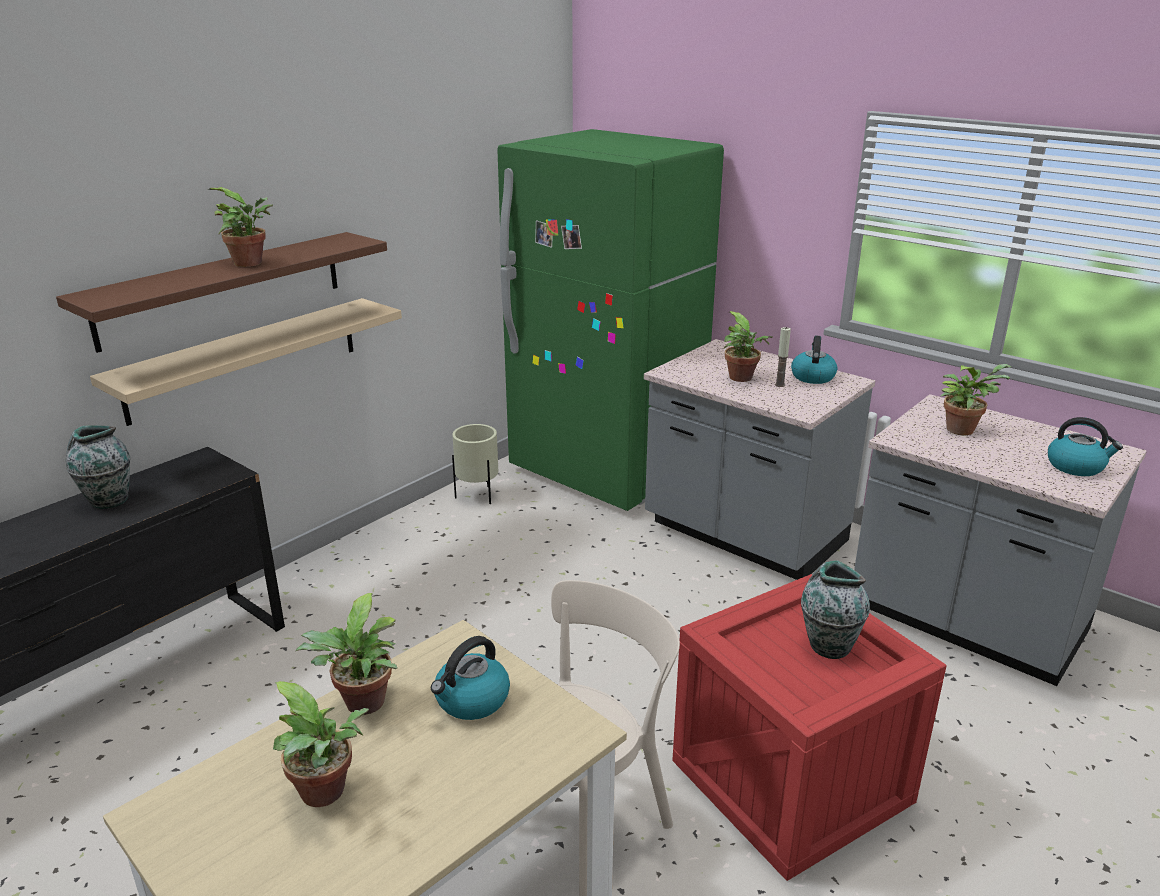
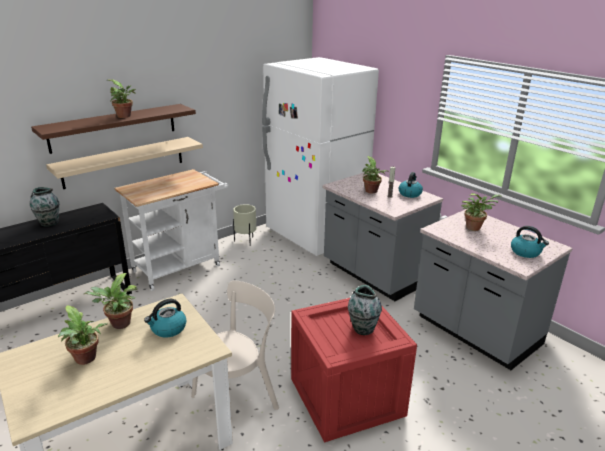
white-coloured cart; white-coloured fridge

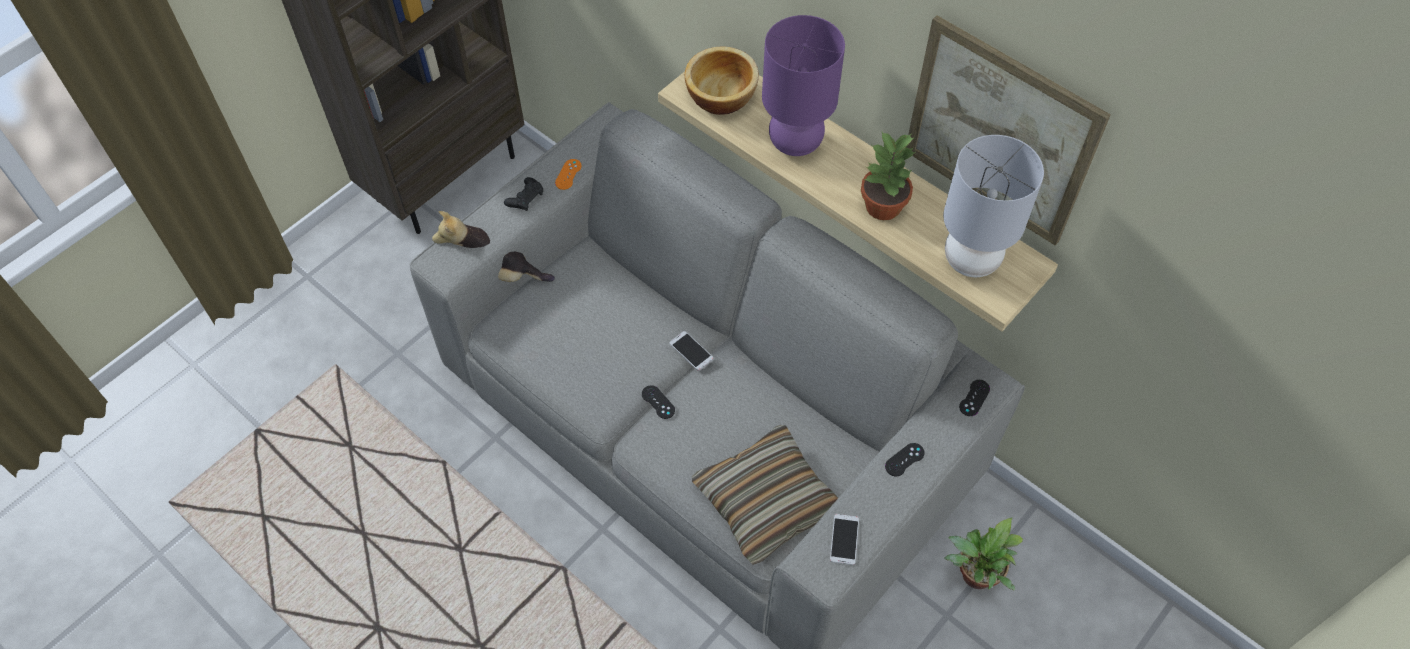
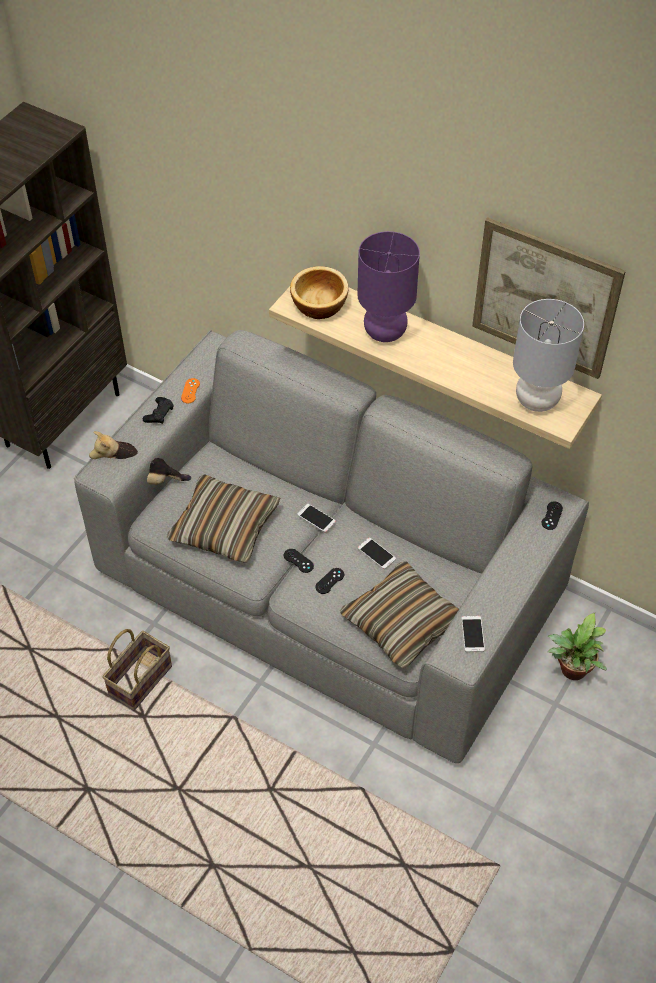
basket; pillow (no. 1 from left); blackish joypad (no. 3 from left); phone (no. 2 from left); plant in a pot (no. 1 from left in the first image)

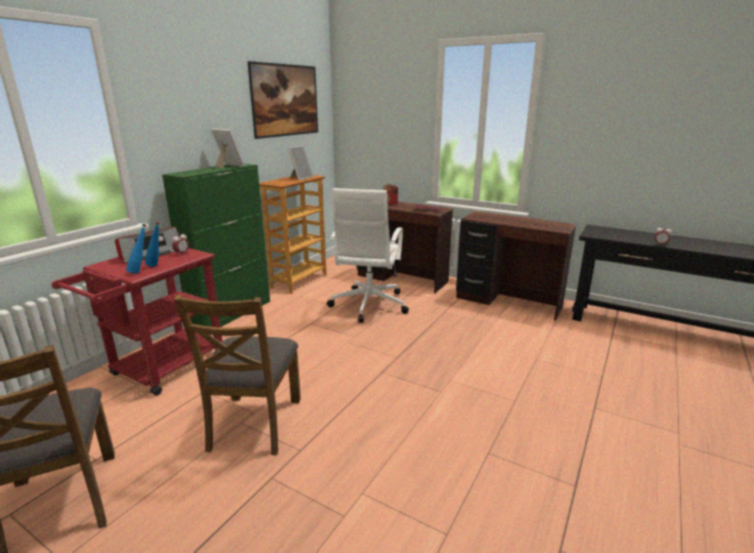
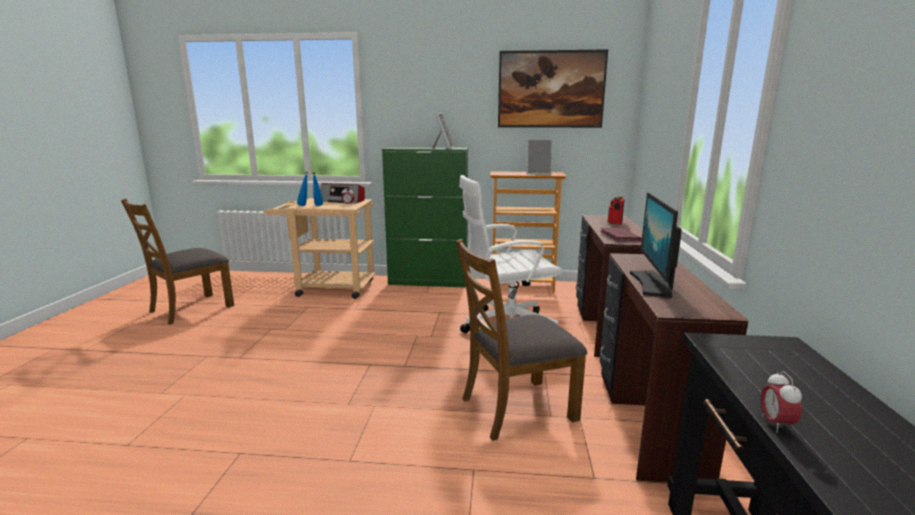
sand-coloured cart; brown plain chair (no. 2 from left); computer display

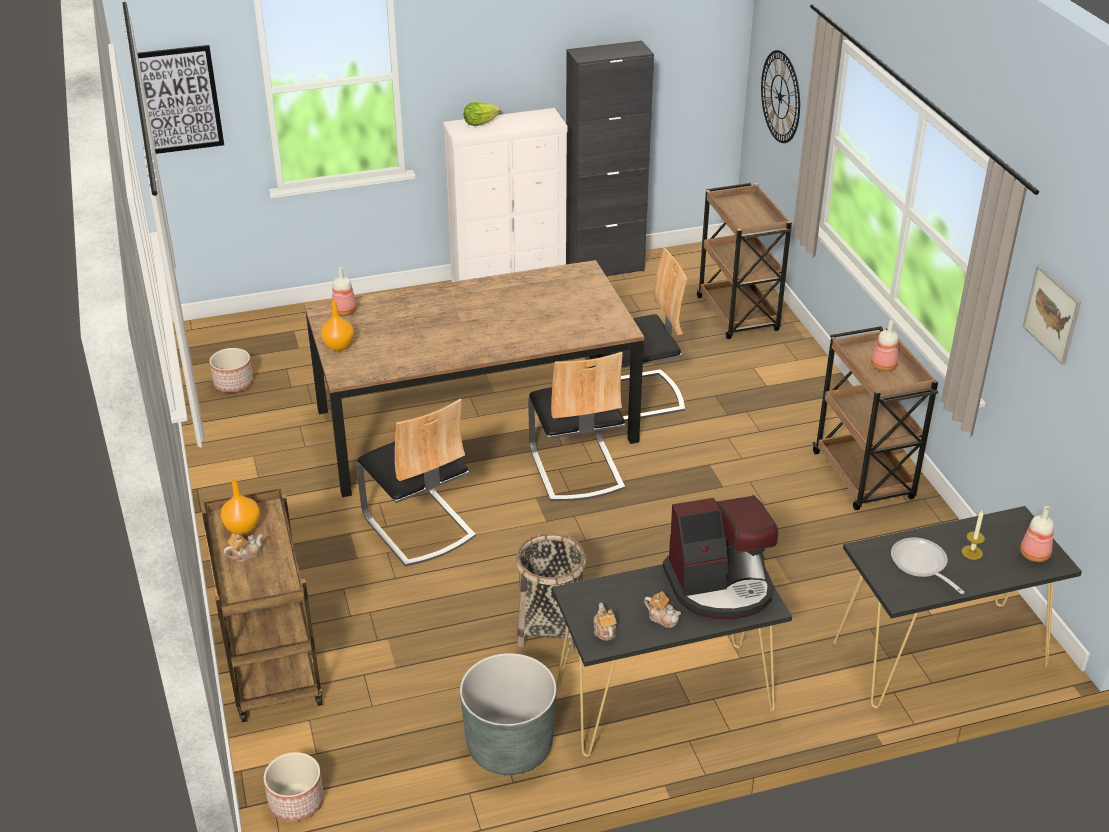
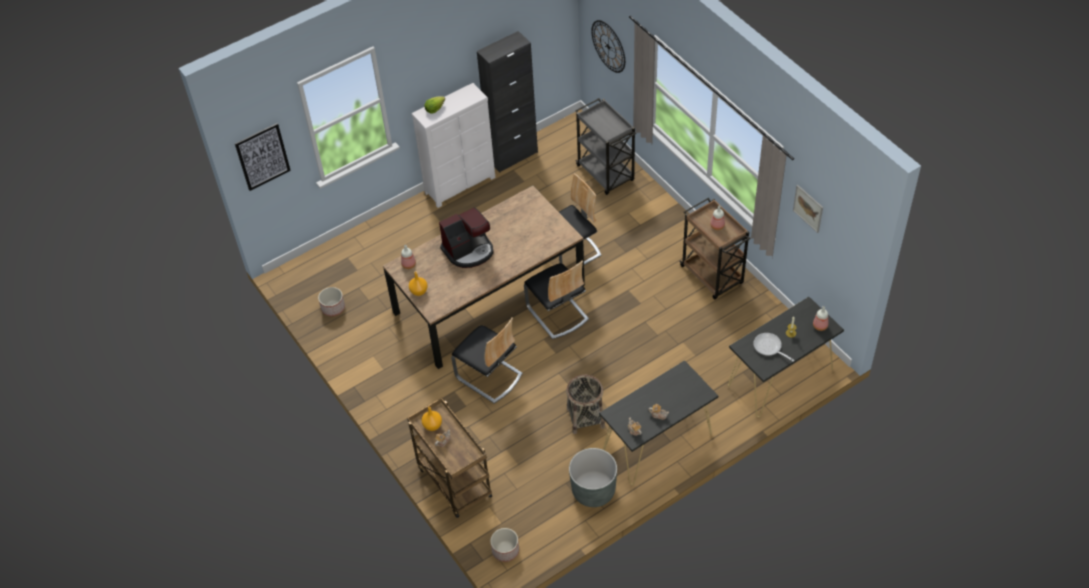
coffee maker; greyish cart

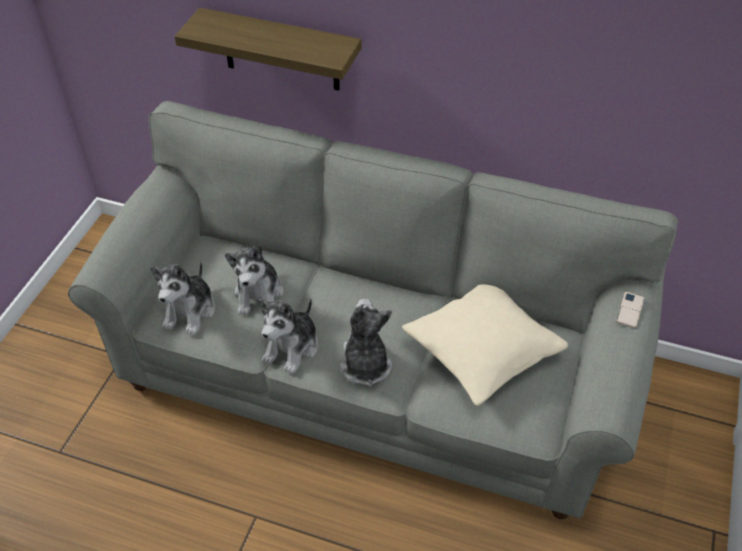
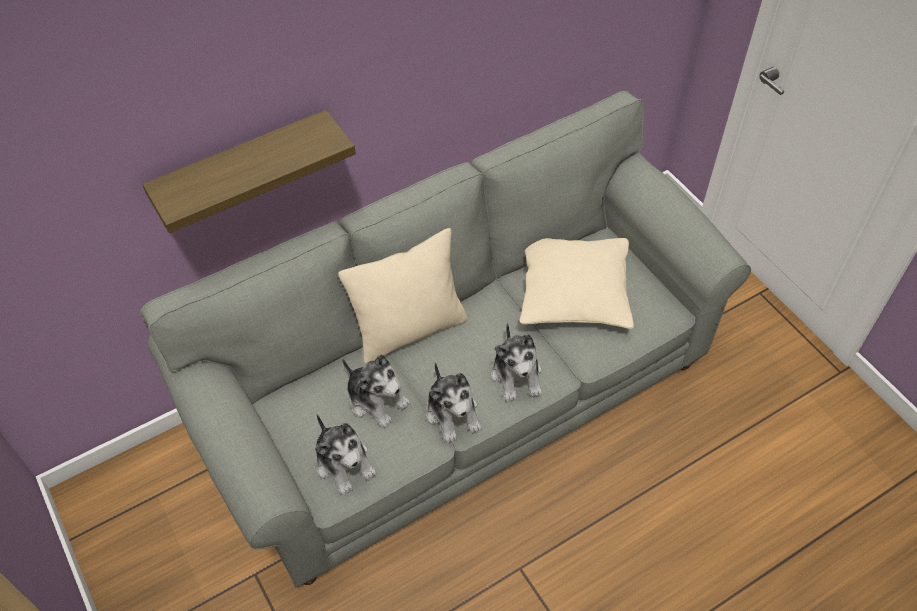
sand-coloured pillow (no. 1 from left); plush toy (no. 4 from left); phone

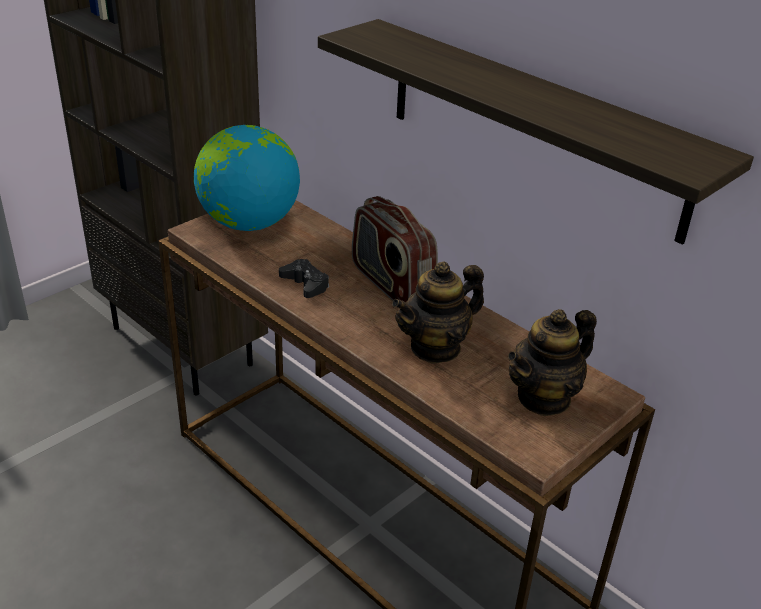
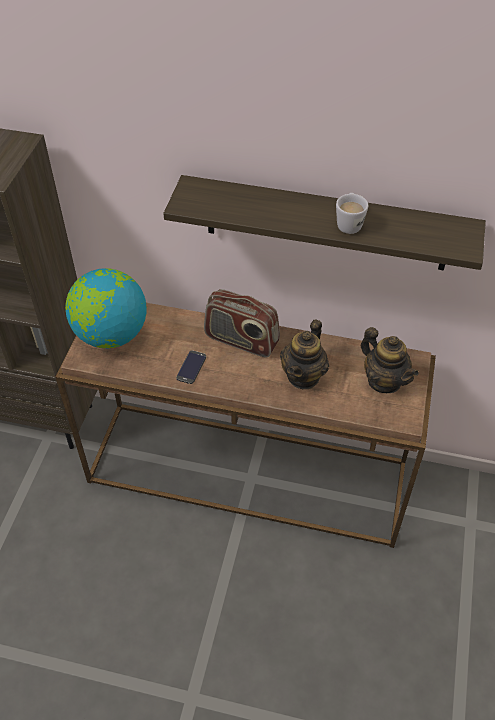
phone; white-coloured mug; teapot (no. 2 from left)

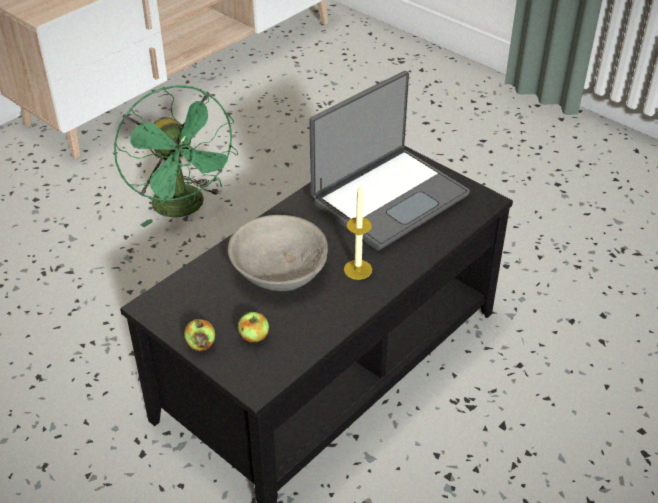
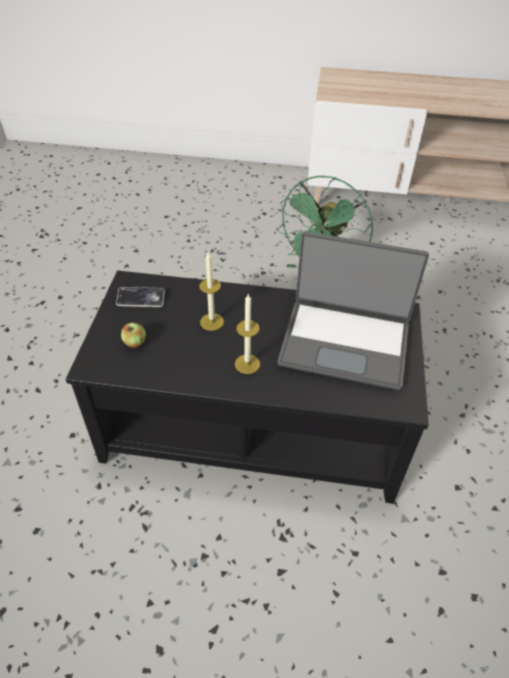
phone; wax candle (no. 1 from left); apple (no. 1 from left in the first image)

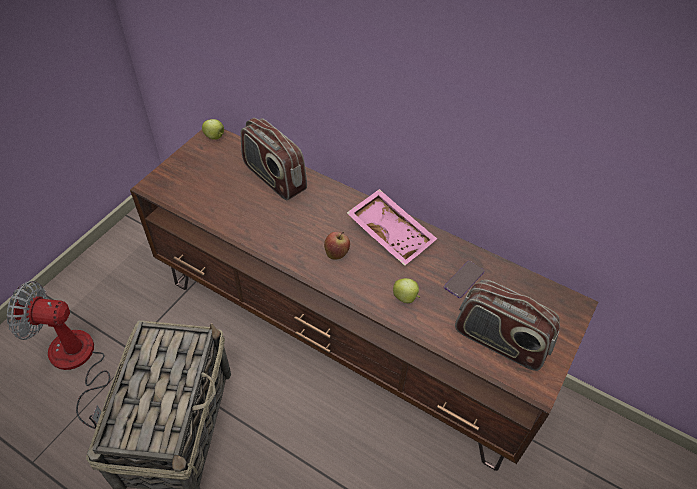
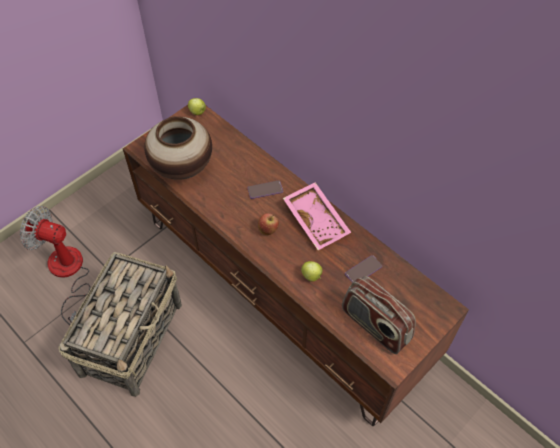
vase; phone (no. 1 from left); radio set (no. 1 from left in the first image)

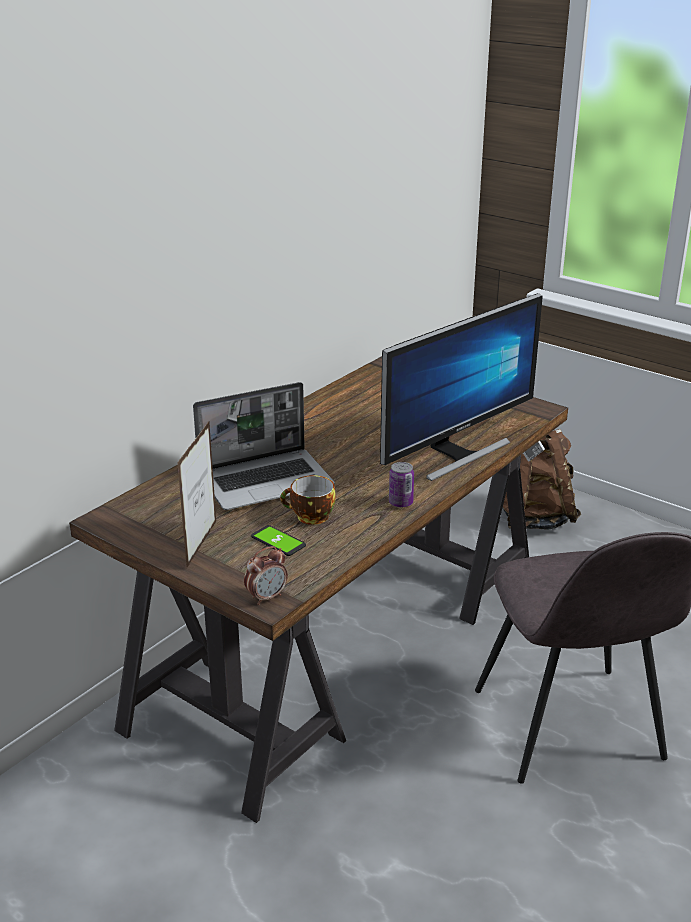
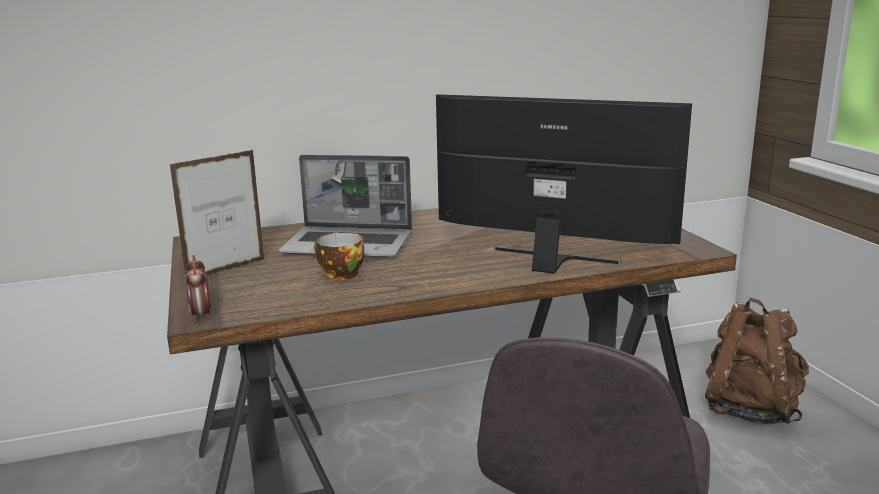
bedside clock; computer display; phone; metal can

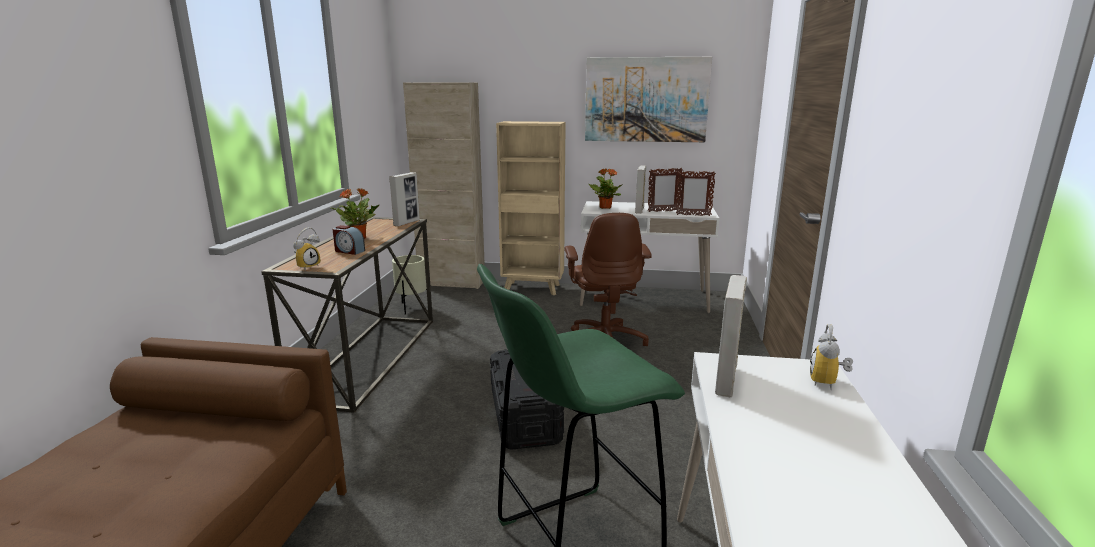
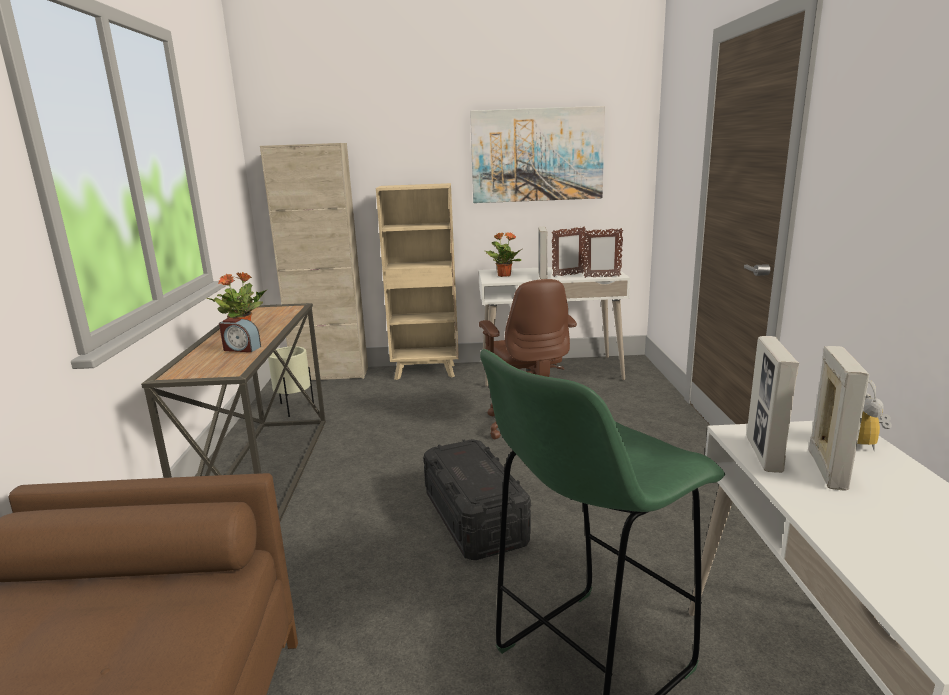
picture frame (no. 5 from left); bedside clock (no. 1 from left in the first image)

